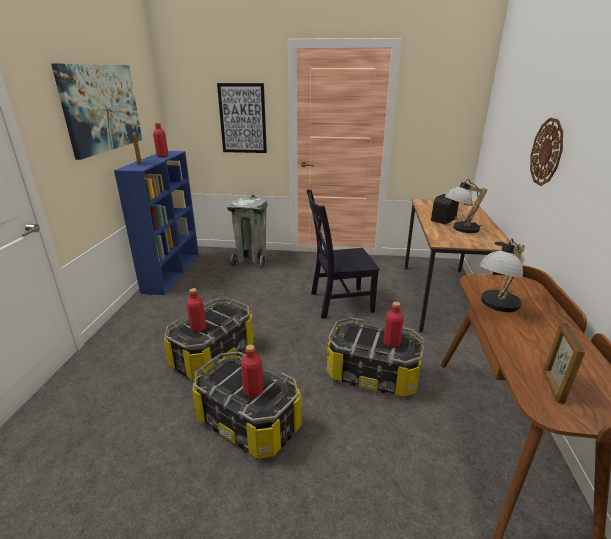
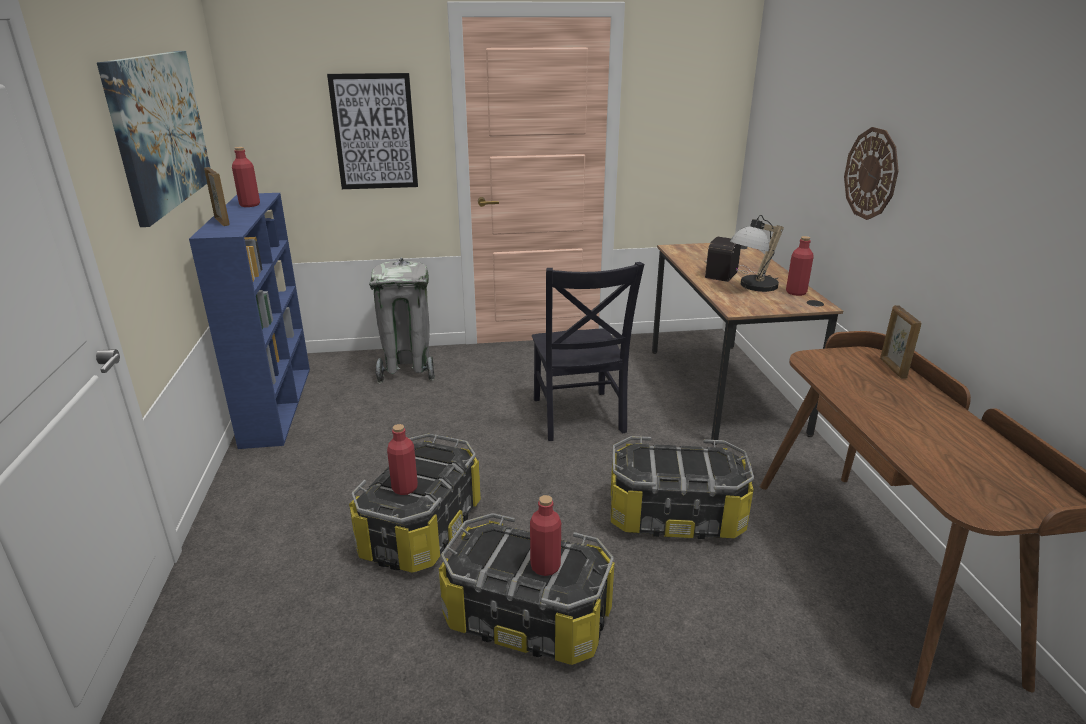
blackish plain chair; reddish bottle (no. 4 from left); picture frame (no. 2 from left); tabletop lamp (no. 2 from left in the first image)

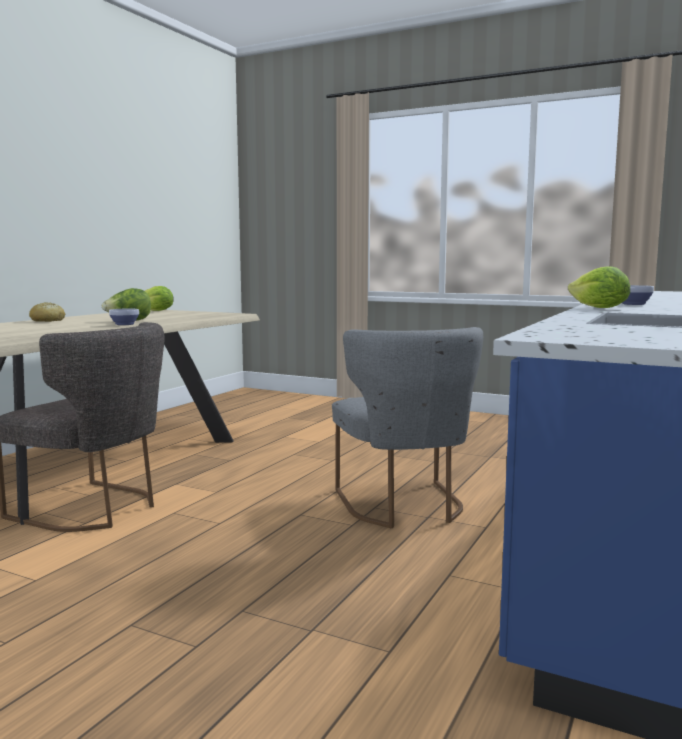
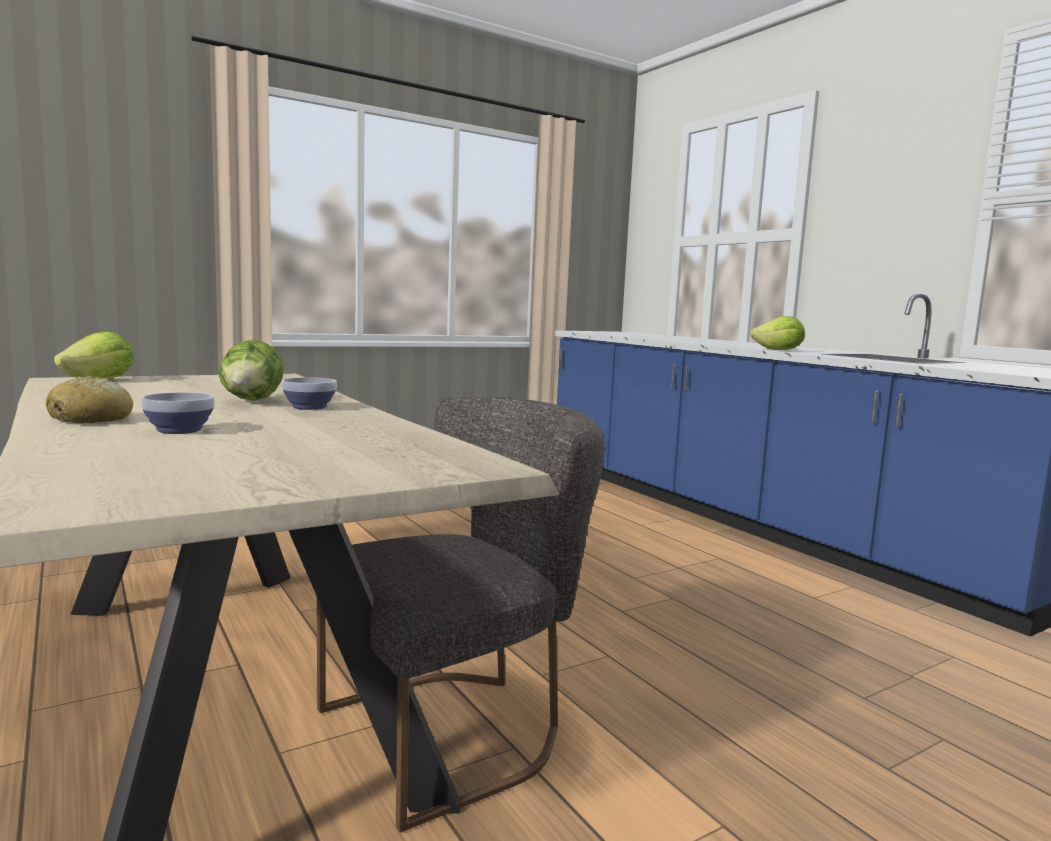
serving bowl (no. 1 from left); greyish plain chair (no. 2 from left in the first image)

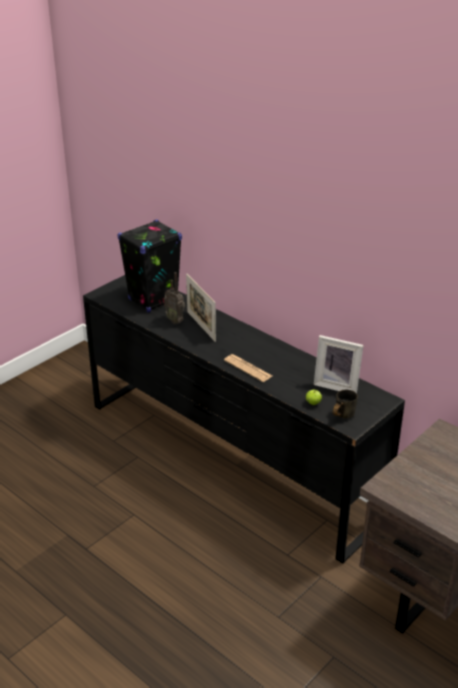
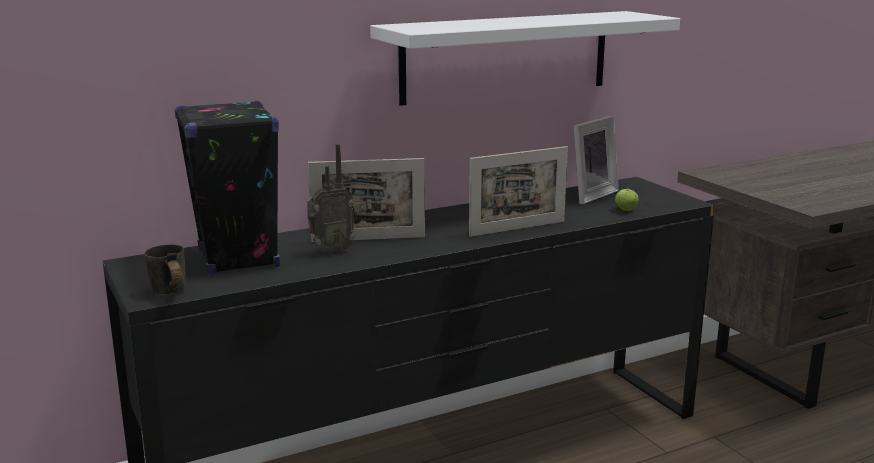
greyish mug; white-coloured wall shelf; picture frame (no. 2 from left)

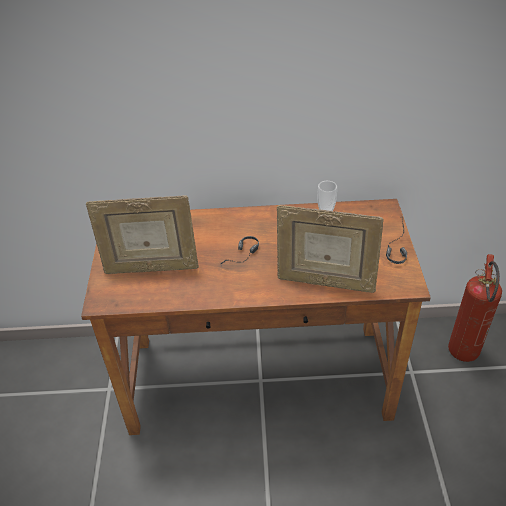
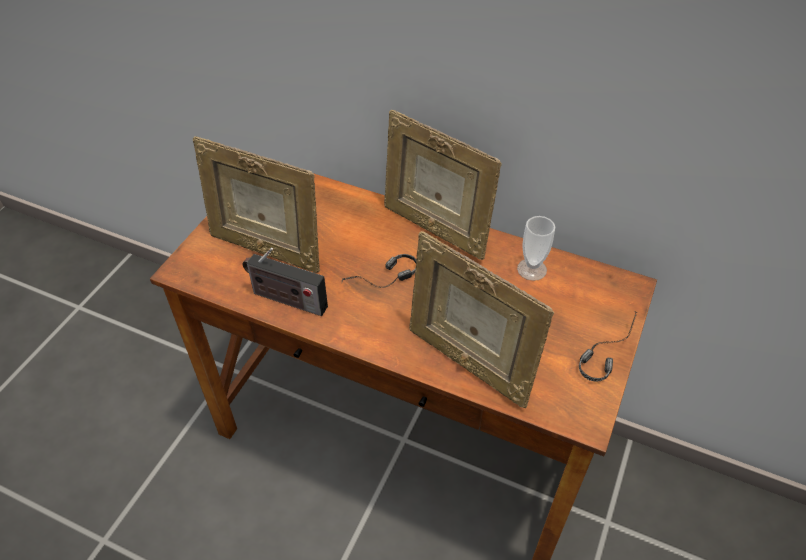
radio set; picture frame (no. 2 from left); extinguisher

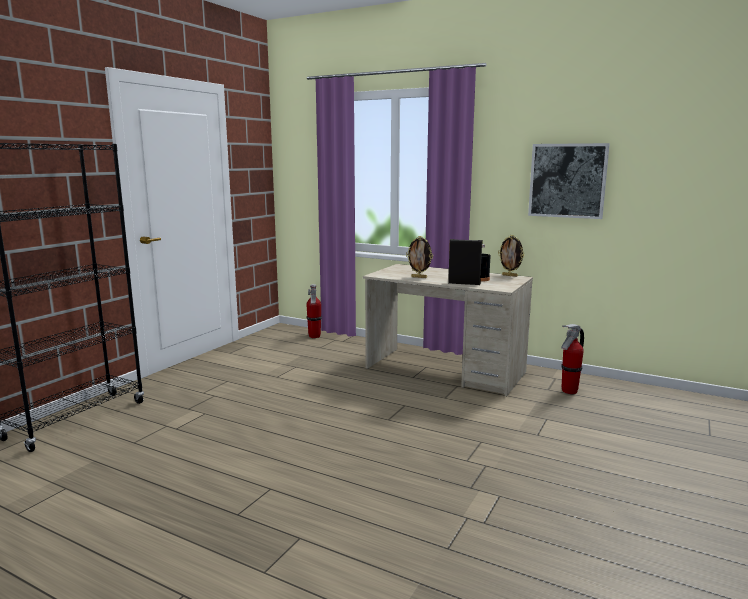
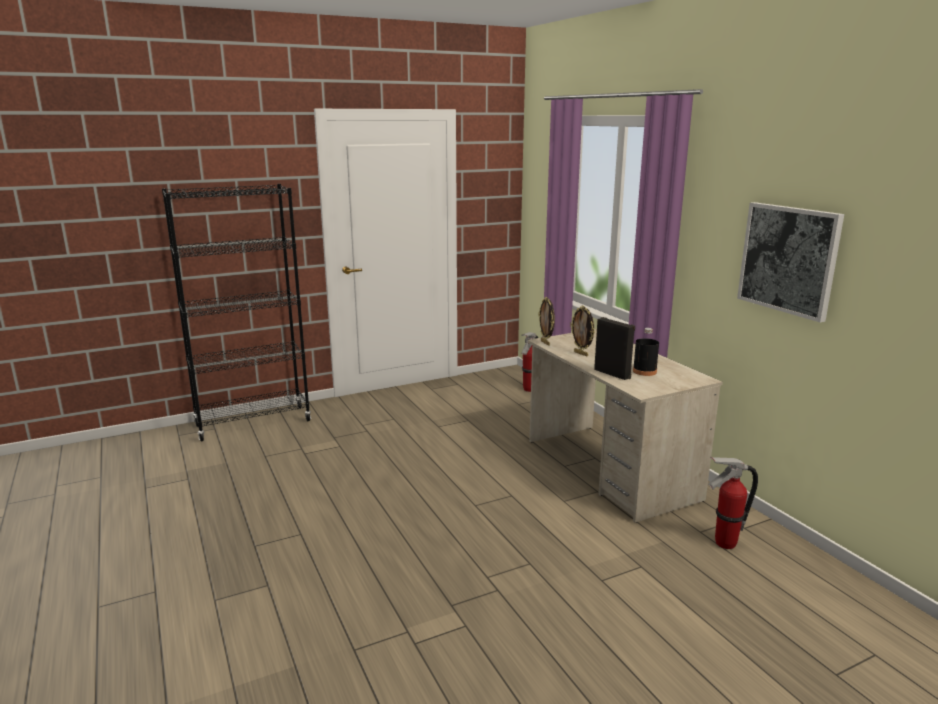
picture frame (no. 1 from left)

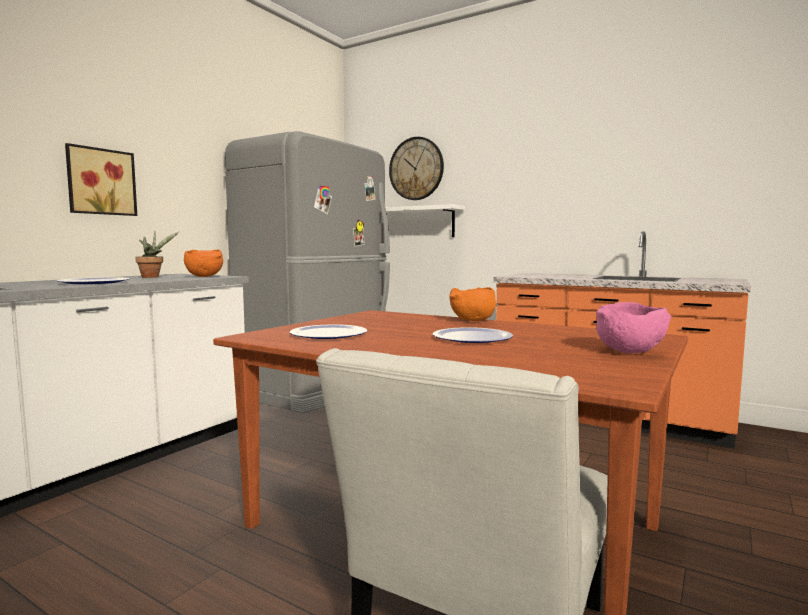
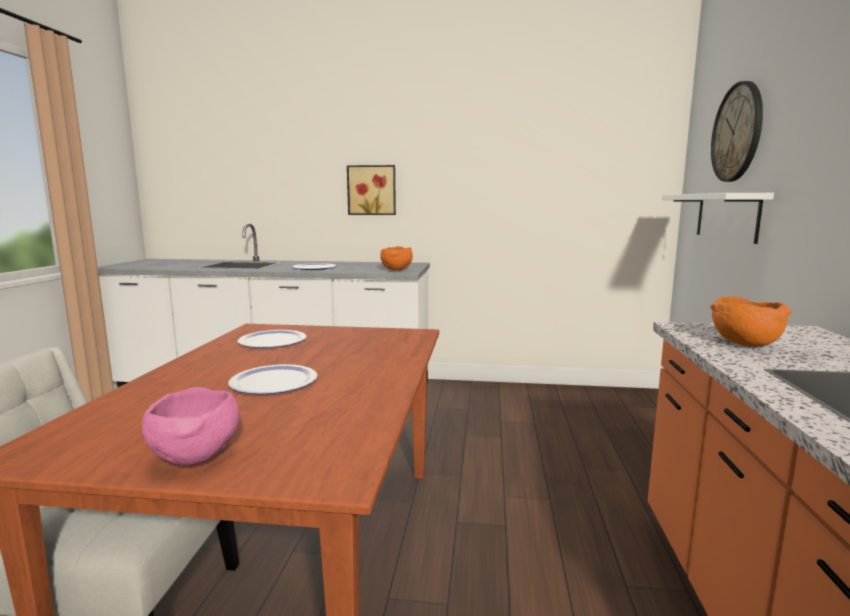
orangey serving bowl (no. 2 from left); plant in a pot; greyish fridge

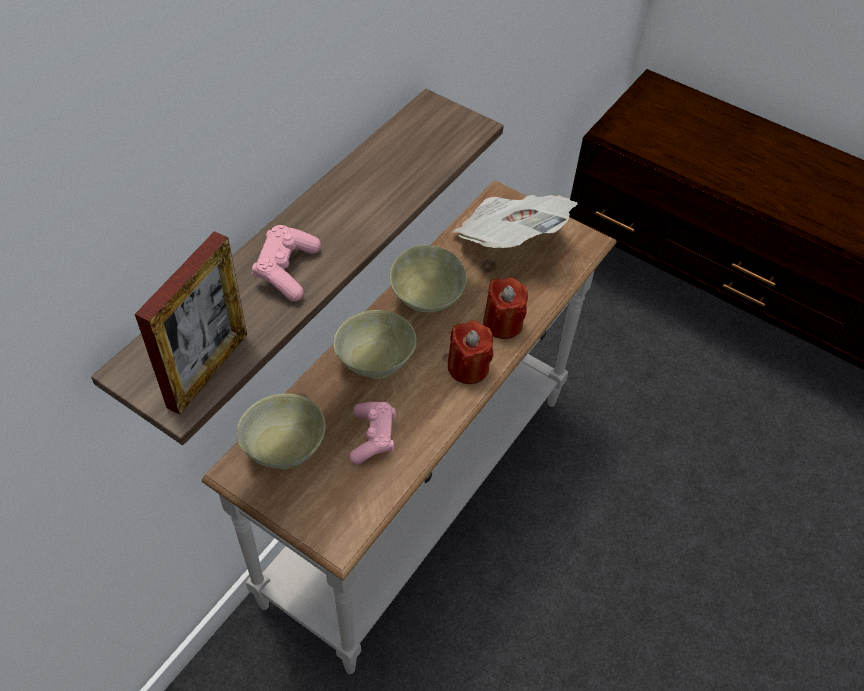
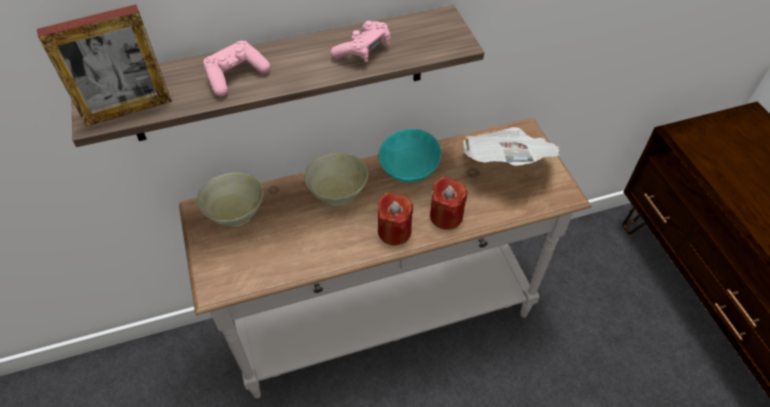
pink joypad (no. 2 from left); turquoise-coloured serving bowl

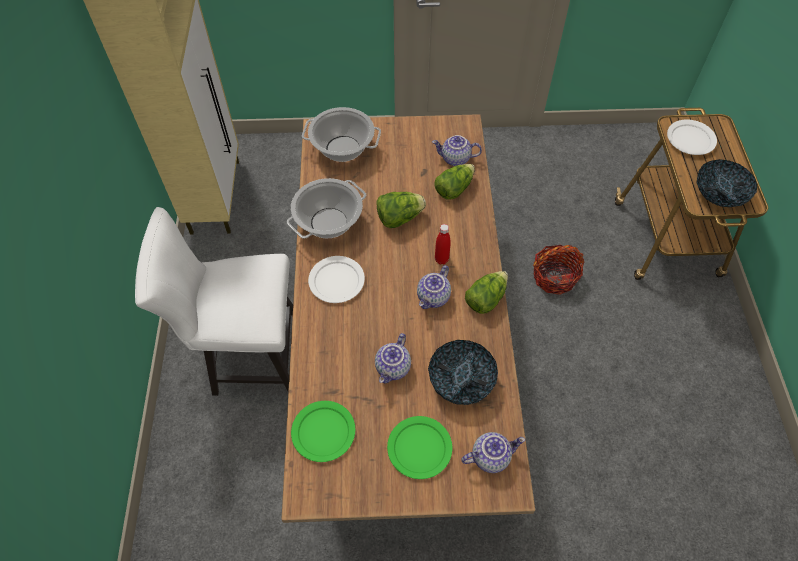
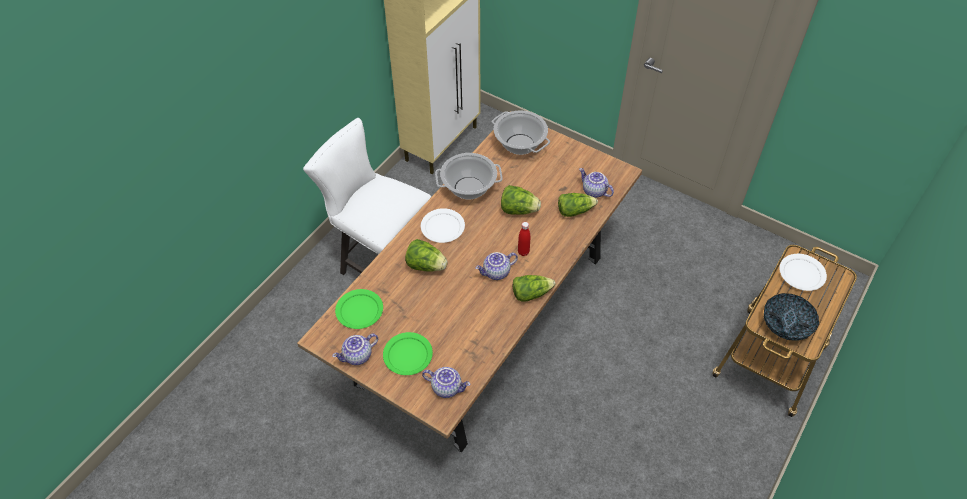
teapot (no. 1 from left); lettuce (no. 1 from left); serving bowl (no. 1 from left in the first image); basket

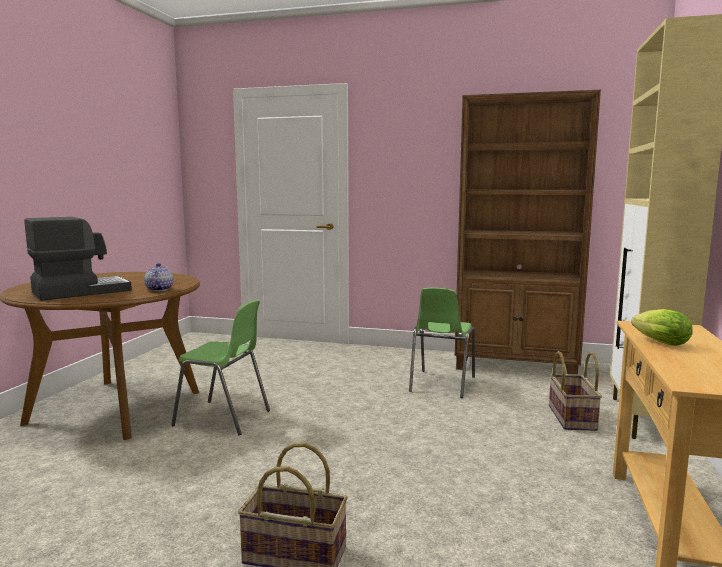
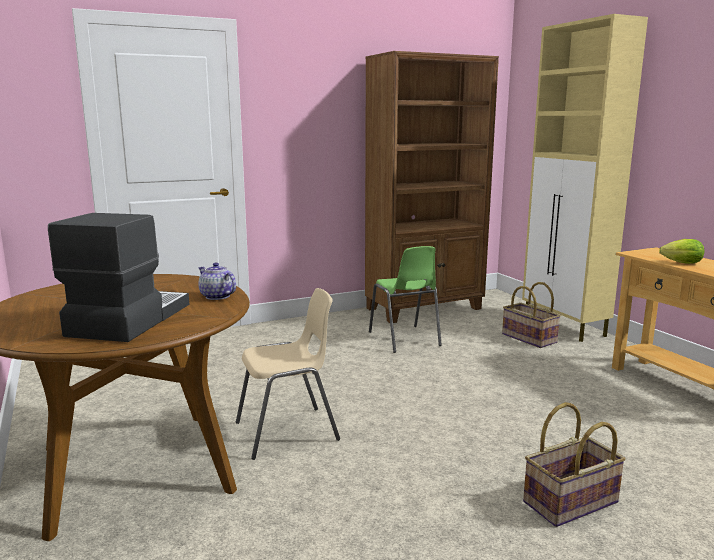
sand-coloured plain chair

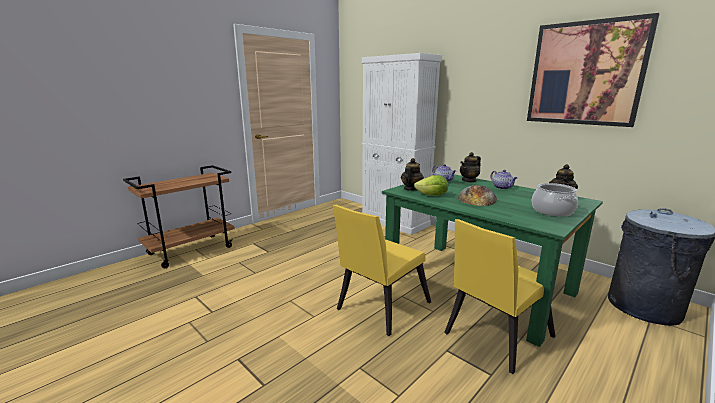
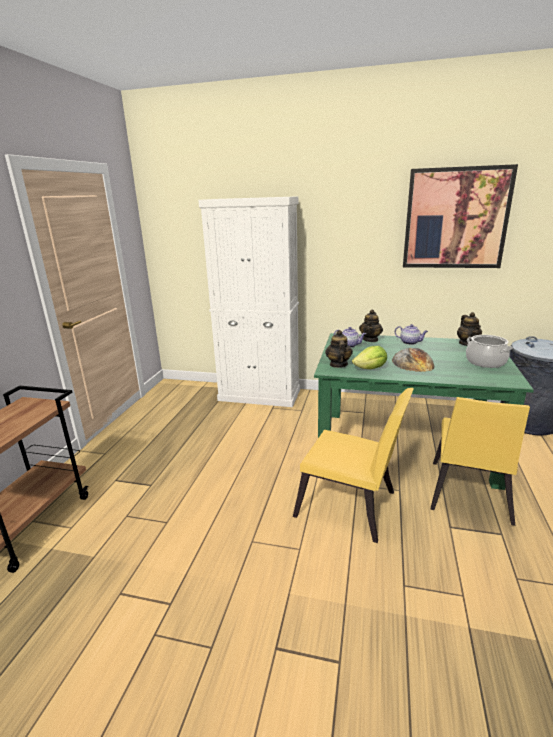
yellow-coloured plain chair (no. 1 from left)

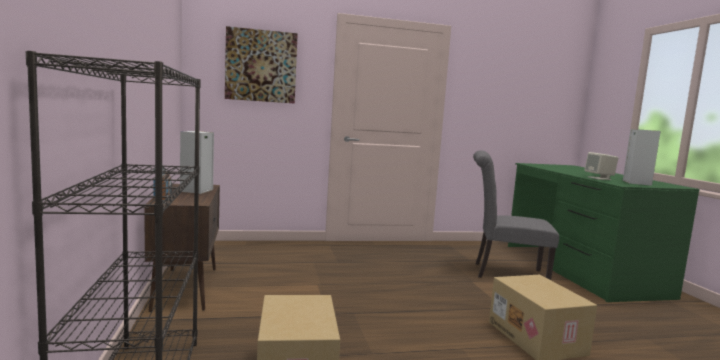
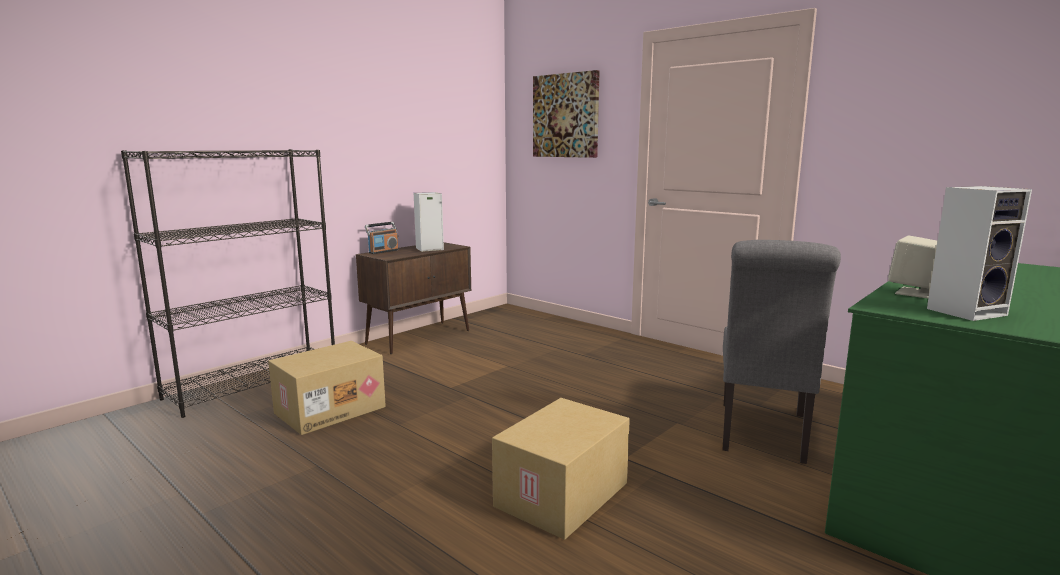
greyish plain chair

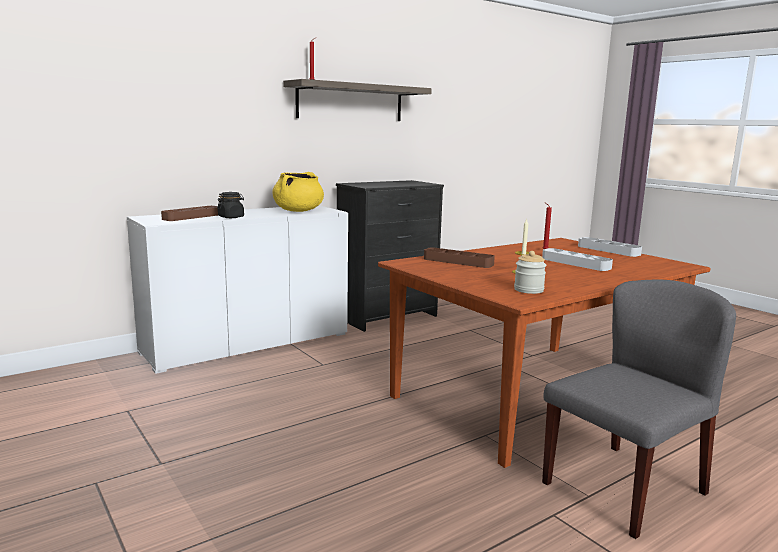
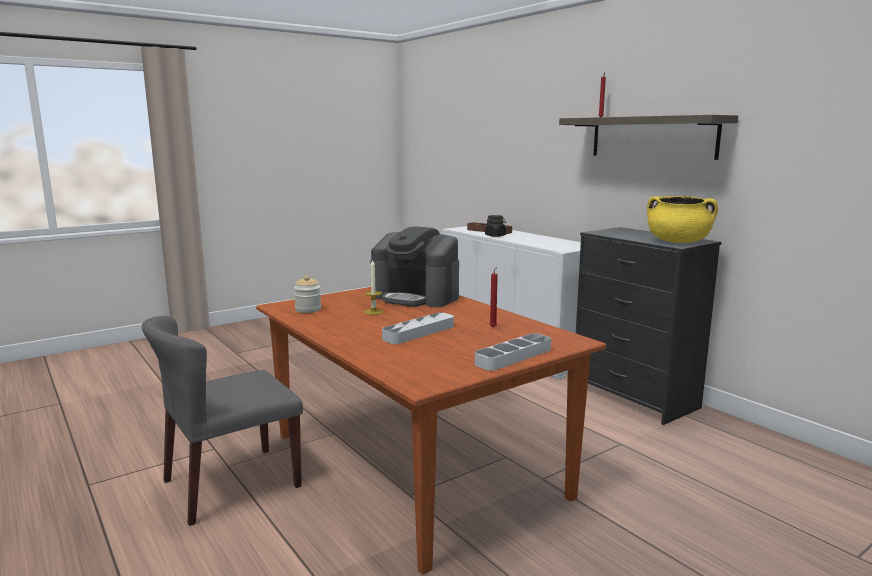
greyish plain chair; coffee maker; yellow-coloured cooking pot

